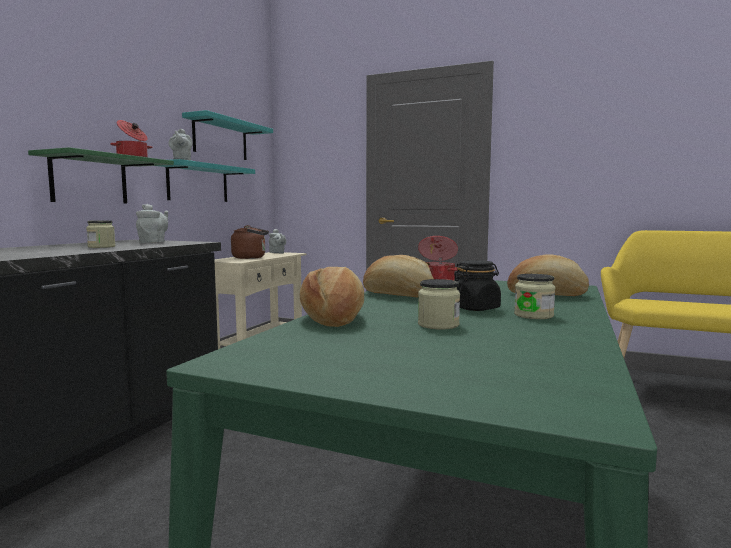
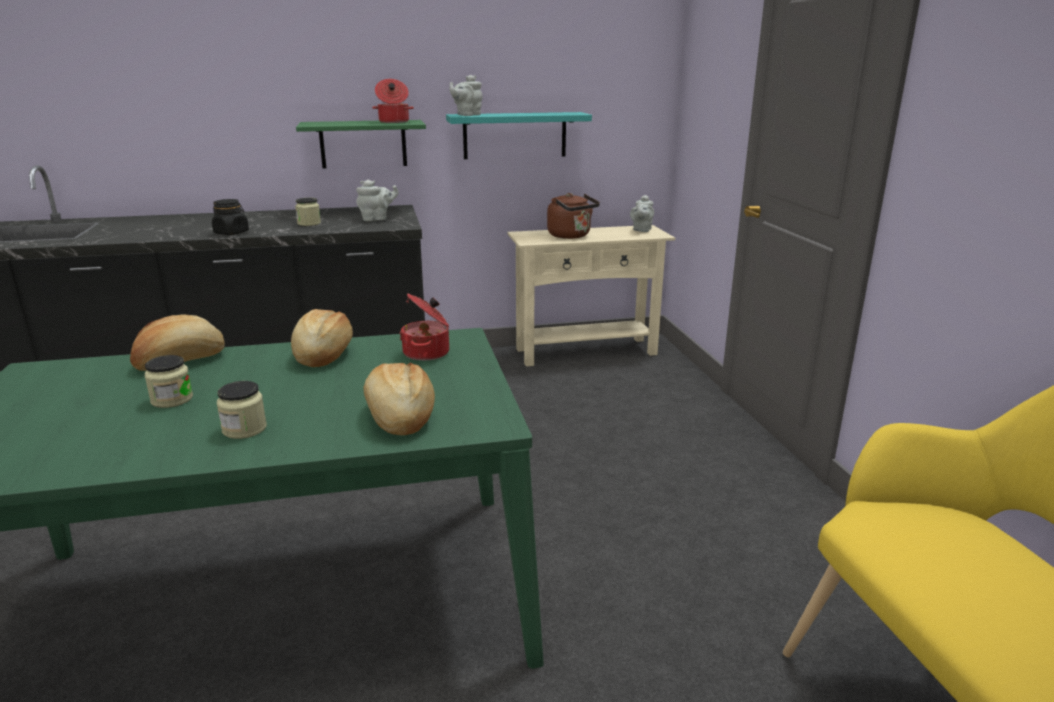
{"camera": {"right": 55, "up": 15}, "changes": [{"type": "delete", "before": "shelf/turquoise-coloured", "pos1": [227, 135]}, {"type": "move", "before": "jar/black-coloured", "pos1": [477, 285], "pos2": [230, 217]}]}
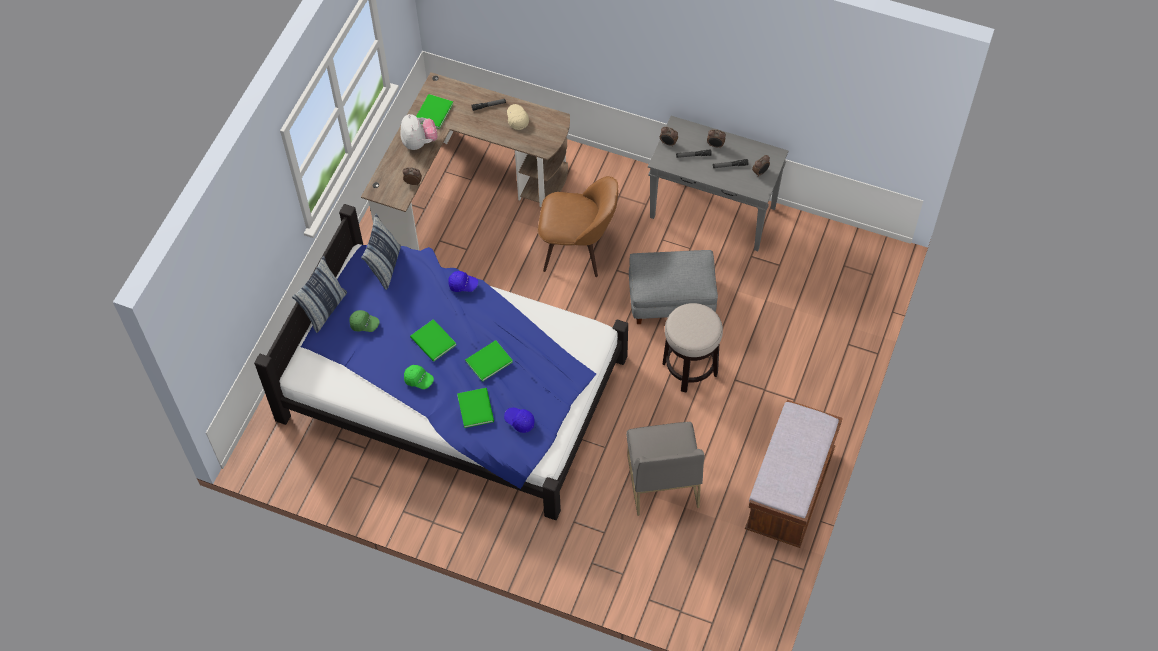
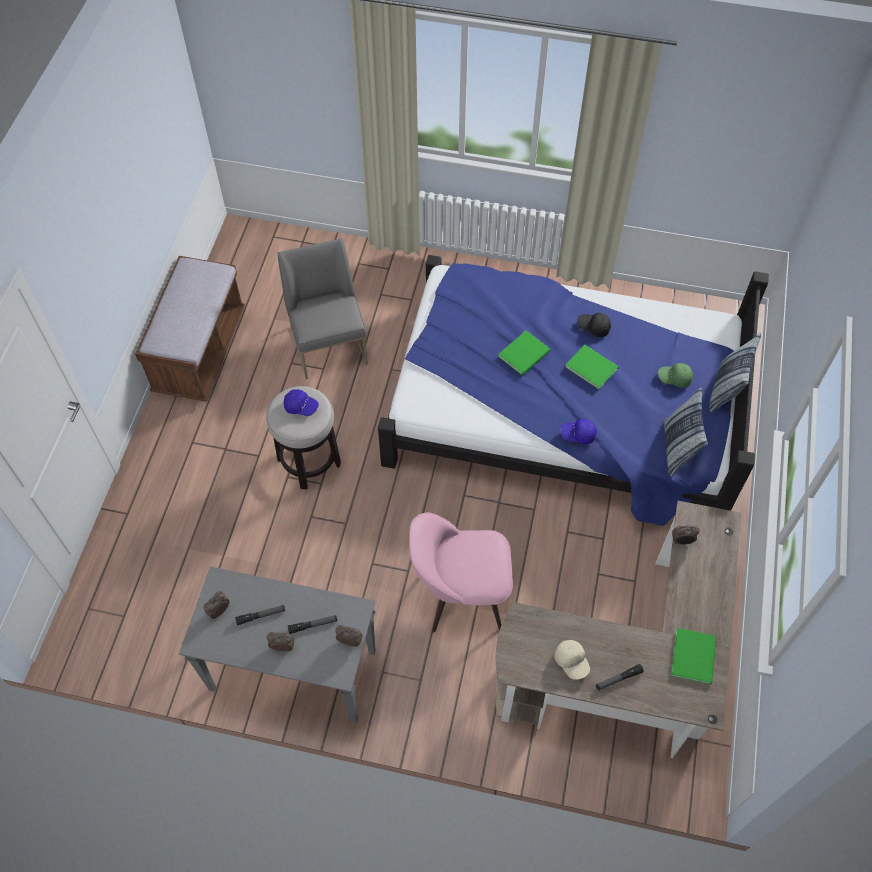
{"camera": {"right": 170, "up": 0}, "changes": [{"type": "delete", "before": "plush toy", "pos1": [419, 132]}, {"type": "recolor", "before": "baseball cap/green", "after": "baseball cap/black-coloured", "pos1": [419, 377], "pos2": [594, 325]}, {"type": "delete", "before": "volume/green", "pos1": [475, 408]}, {"type": "move", "before": "baseball cap/bluish", "pos1": [519, 420], "pos2": [301, 402]}, {"type": "recolor", "before": "chair/brown", "after": "chair/pink", "pos1": [578, 226], "pos2": [461, 572]}, {"type": "delete", "before": "ottoman/gray", "pos1": [673, 287]}]}
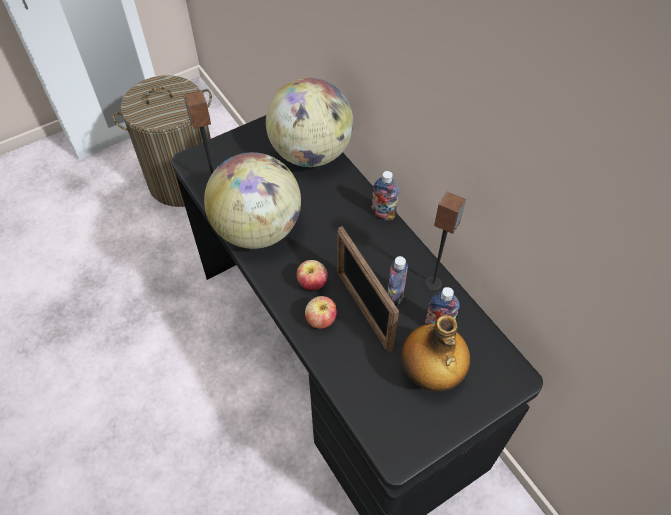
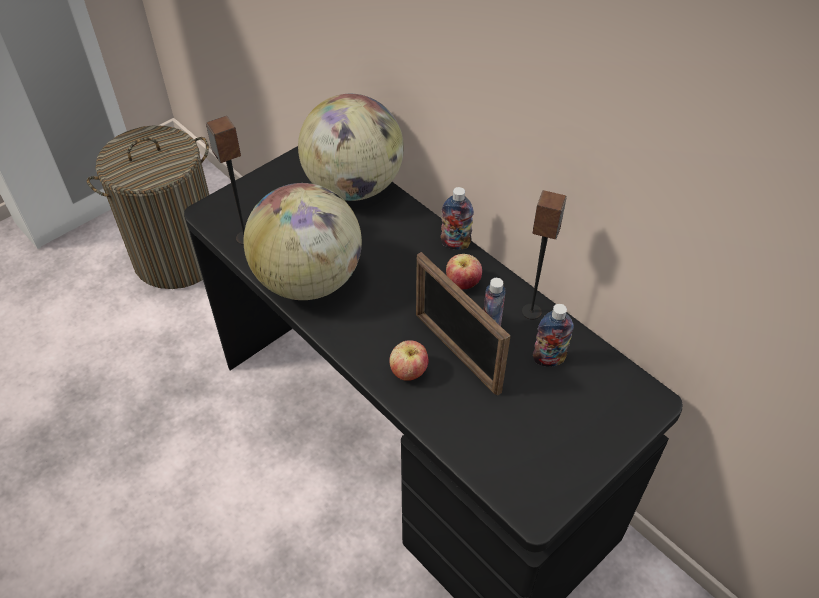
{"camera": {"right": -10, "up": -5}, "changes": [{"type": "move", "before": "apple", "pos1": [312, 275], "pos2": [464, 271]}, {"type": "delete", "before": "drink bottle", "pos1": [435, 353]}]}
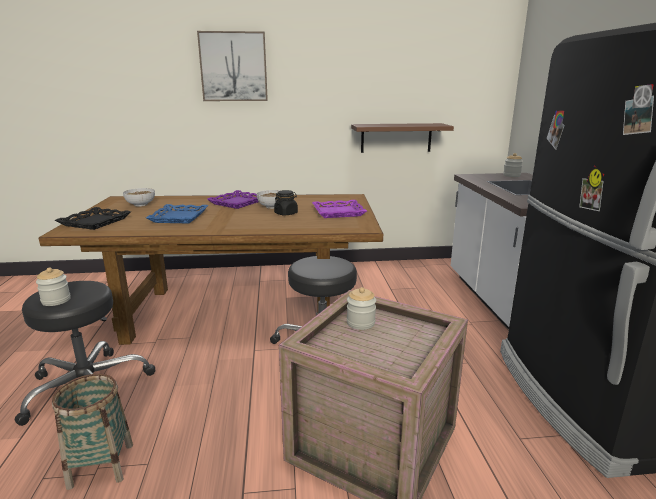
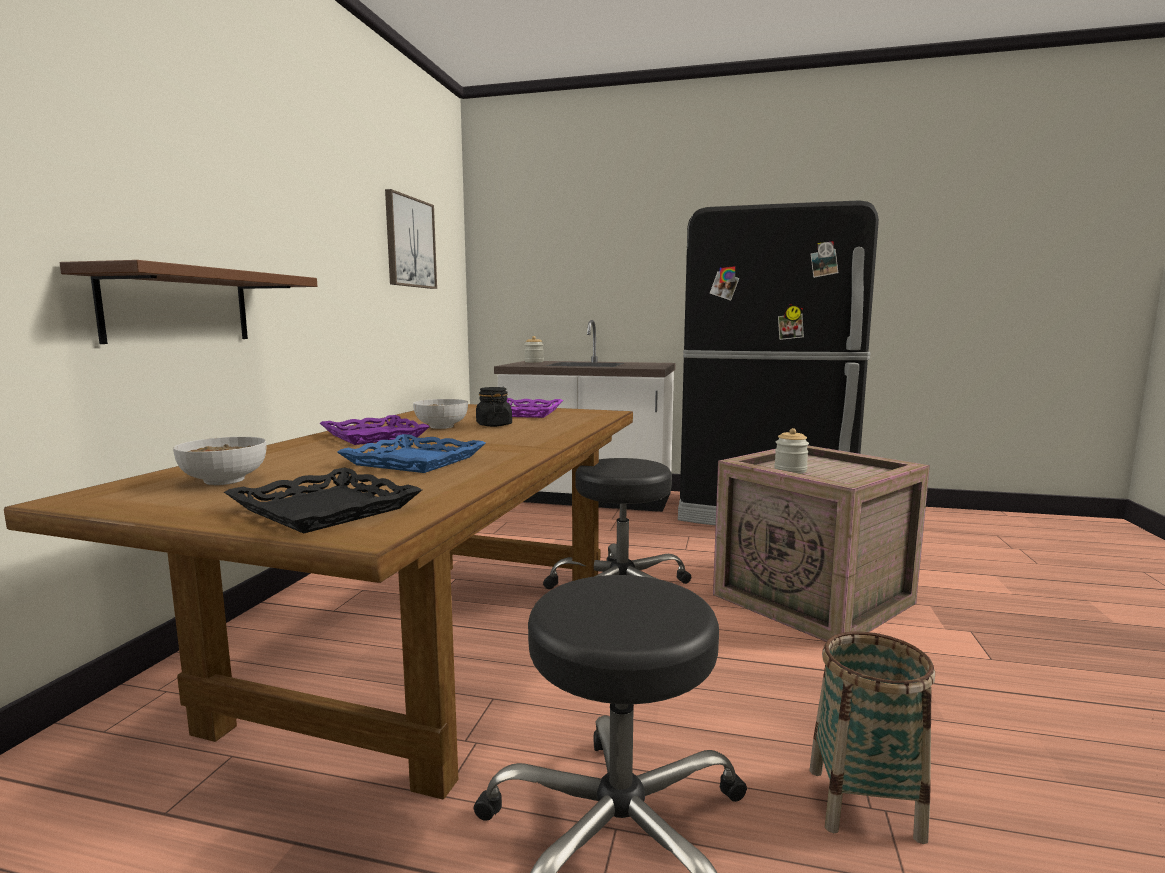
{"camera": {"right": -70, "up": -10}, "changes": [{"type": "delete", "before": "jar", "pos1": [53, 287]}, {"type": "move", "before": "wall art", "pos1": [232, 66], "pos2": [411, 239]}, {"type": "move", "before": "shelf/brown", "pos1": [402, 138], "pos2": [188, 302]}]}
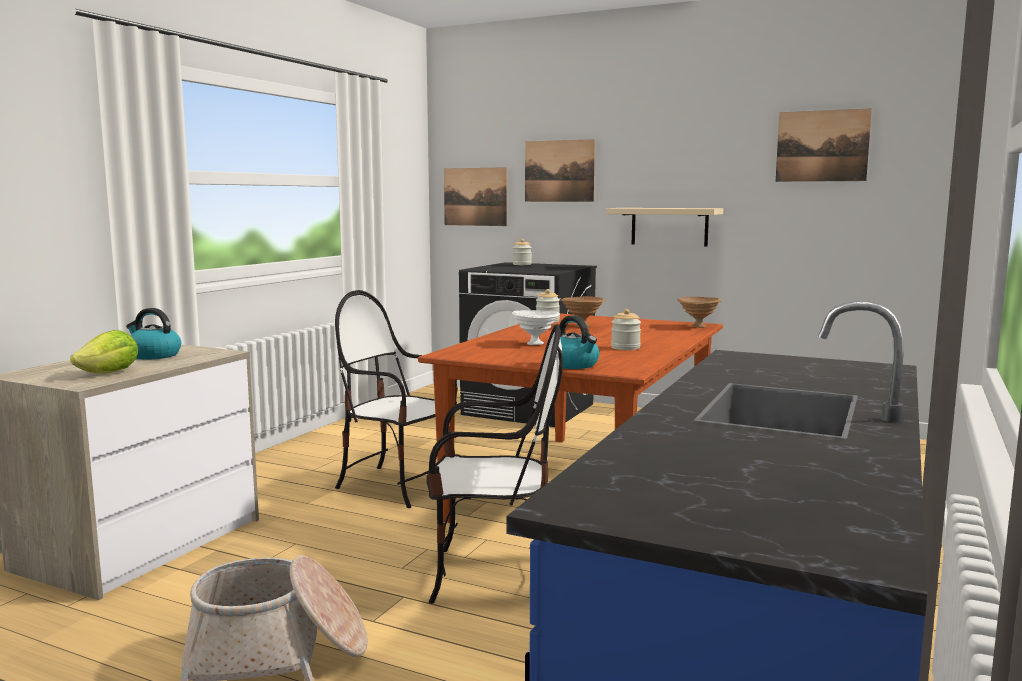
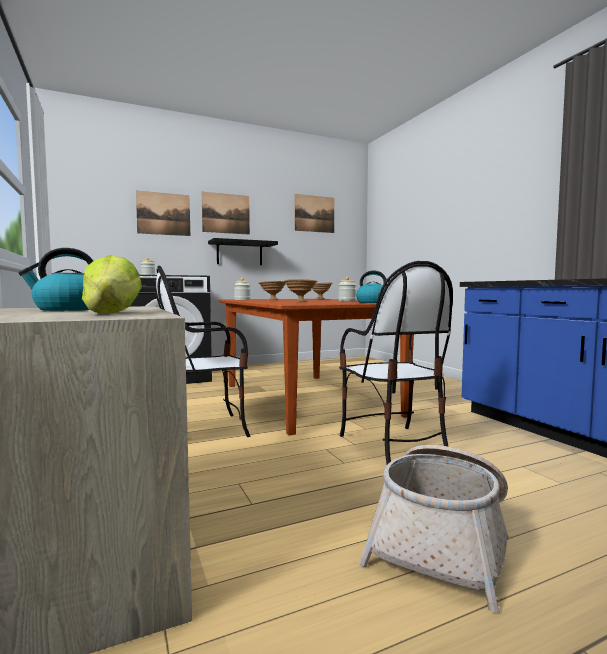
{"camera": {"right": -50, "up": -5}, "changes": [{"type": "rotate", "before": "chair", "pos1": [494, 464], "pos2": [396, 362], "turn": 120}, {"type": "move", "before": "wall art", "pos1": [475, 196], "pos2": [226, 213]}, {"type": "recolor", "before": "bowl/whitish", "after": "bowl/brown", "pos1": [535, 327], "pos2": [300, 290]}, {"type": "recolor", "before": "shelf/beige-coloured", "after": "shelf/black-coloured", "pos1": [664, 227], "pos2": [243, 251]}]}
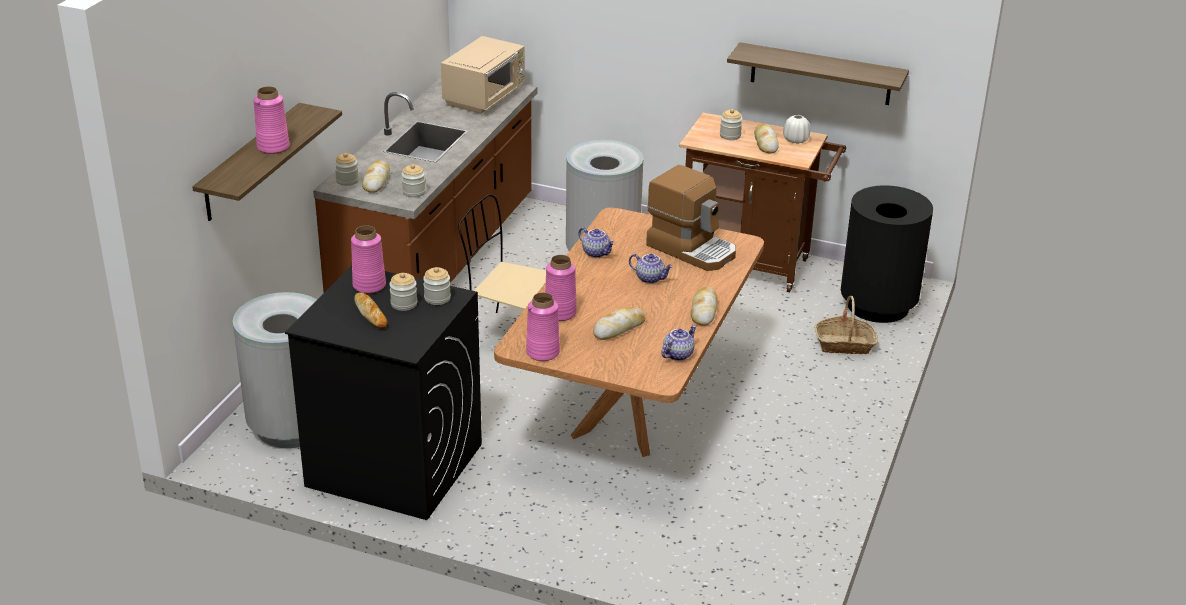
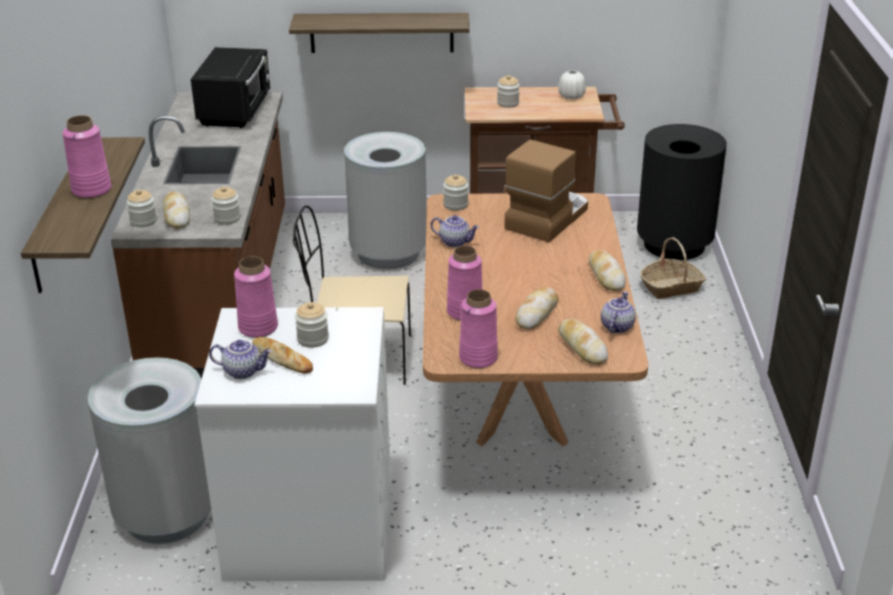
{"camera": {"right": -20, "up": 0}, "changes": [{"type": "recolor", "before": "laundry machine/black-coloured", "after": "laundry machine/whitish", "pos1": [383, 392], "pos2": [292, 444]}, {"type": "move", "before": "jar", "pos1": [437, 286], "pos2": [455, 192]}, {"type": "recolor", "before": "microwave/beige-coloured", "after": "microwave/black-coloured", "pos1": [483, 75], "pos2": [230, 87]}, {"type": "move", "before": "pot for tea", "pos1": [651, 269], "pos2": [240, 359]}, {"type": "rotate", "before": "coffee machine", "pos1": [691, 218], "pos2": [546, 191], "turn": -75}, {"type": "move", "before": "shelf", "pos1": [818, 73], "pos2": [379, 33]}, {"type": "move", "before": "baked bread", "pos1": [766, 138], "pos2": [583, 341]}]}
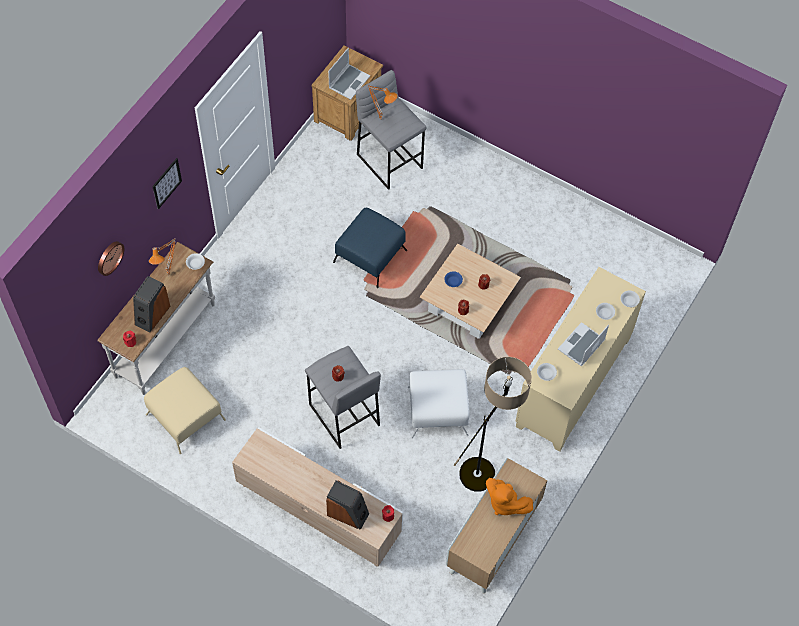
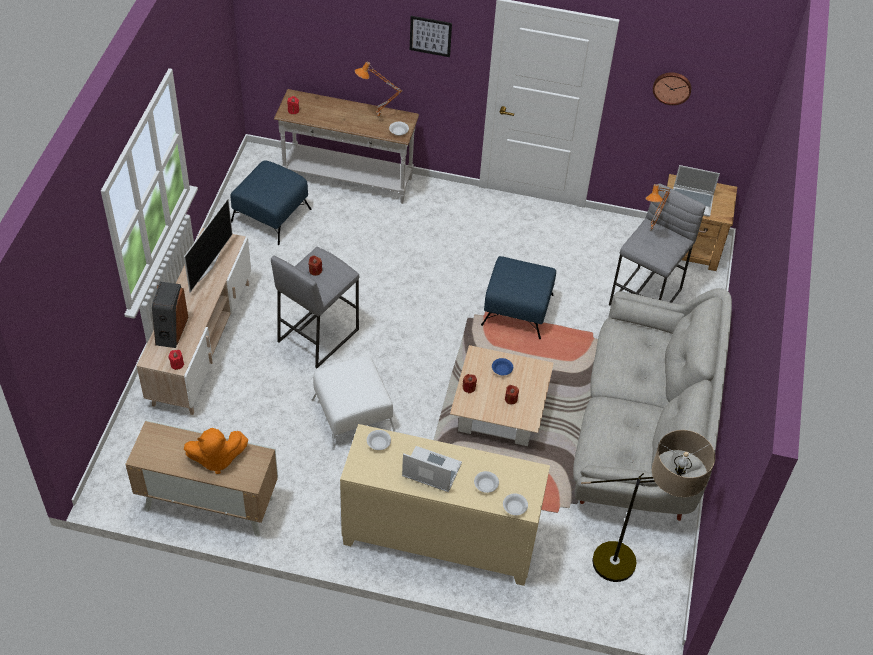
{"camera": {"right": 70, "up": -10}, "changes": [{"type": "move", "before": "hanging clock", "pos1": [111, 258], "pos2": [672, 88]}, {"type": "delete", "before": "loudspeaker", "pos1": [152, 304]}, {"type": "recolor", "before": "ottoman/beige-coloured", "after": "ottoman/bluish", "pos1": [185, 410], "pos2": [271, 202]}, {"type": "move", "before": "standard lamp", "pos1": [493, 424], "pos2": [648, 506]}, {"type": "rotate", "before": "plush toy/orange", "pos1": [509, 496], "pos2": [216, 451], "turn": -120}, {"type": "insert", "after": "TV set", "pos2": [208, 245]}, {"type": "insert", "after": "sofa/gray", "pos2": [652, 404]}]}
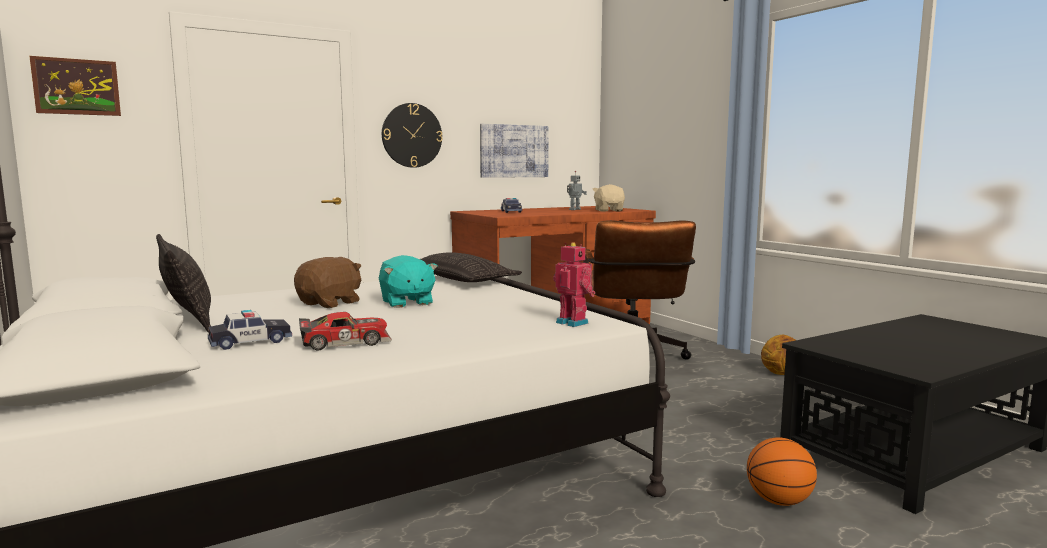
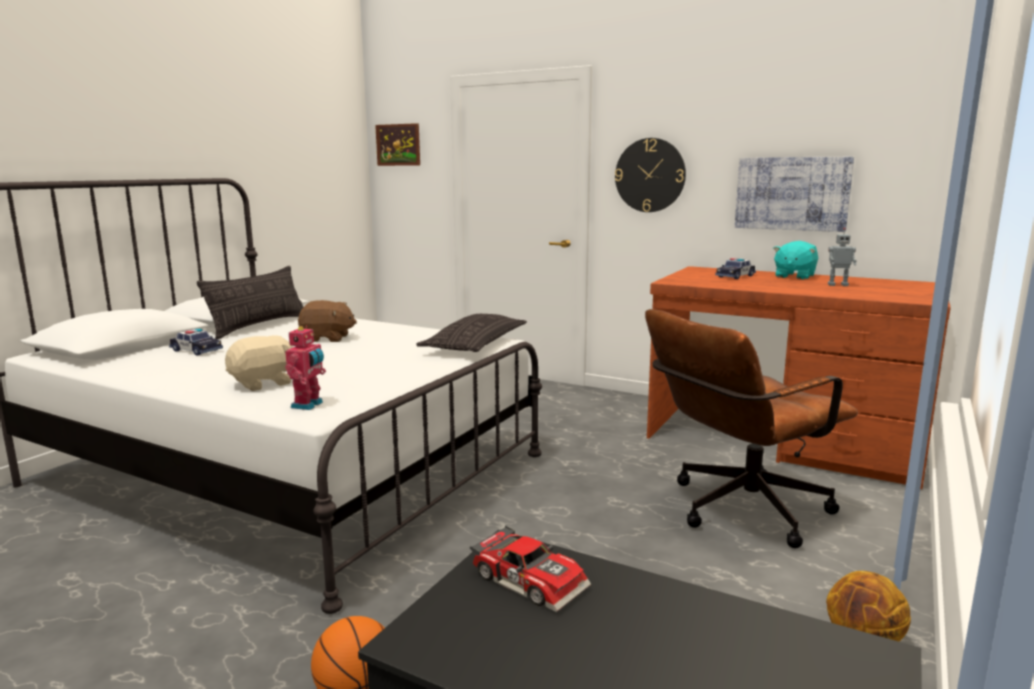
{"camera": {"right": 60, "up": 5}, "changes": [{"type": "move", "before": "toy car", "pos1": [345, 331], "pos2": [530, 568]}, {"type": "move", "before": "plush toy/turquoise-coloured", "pos1": [408, 281], "pos2": [795, 260]}, {"type": "move", "before": "plush toy/beige-coloured", "pos1": [608, 198], "pos2": [259, 363]}]}
